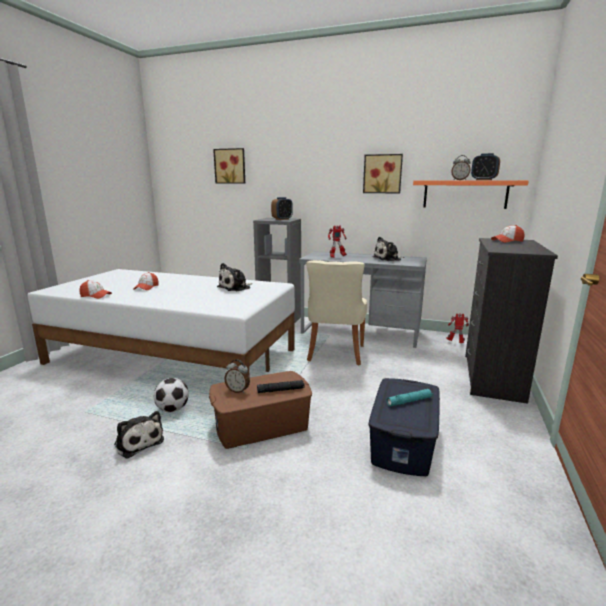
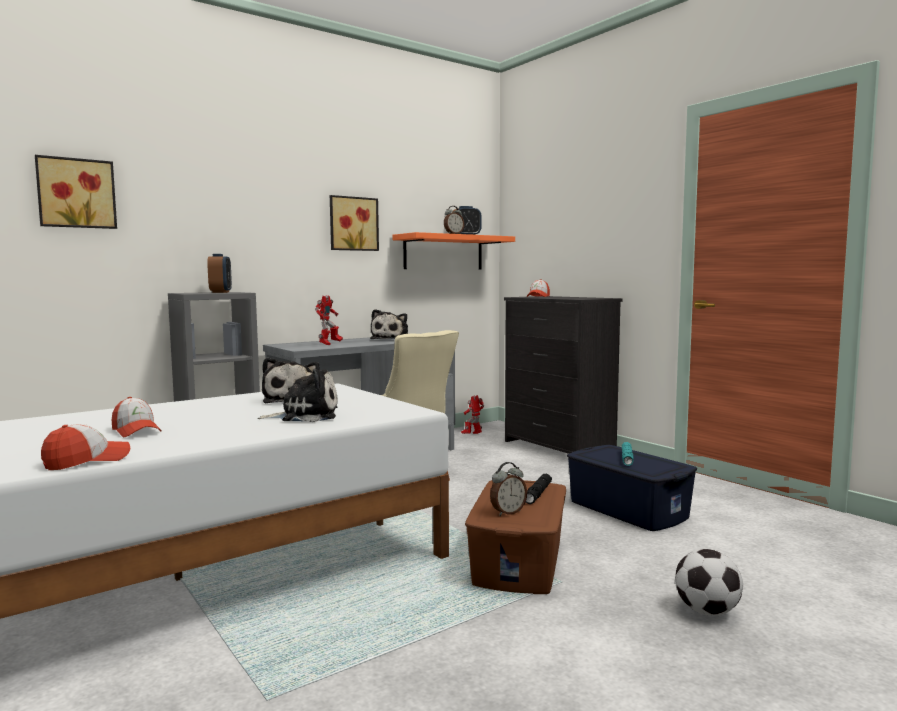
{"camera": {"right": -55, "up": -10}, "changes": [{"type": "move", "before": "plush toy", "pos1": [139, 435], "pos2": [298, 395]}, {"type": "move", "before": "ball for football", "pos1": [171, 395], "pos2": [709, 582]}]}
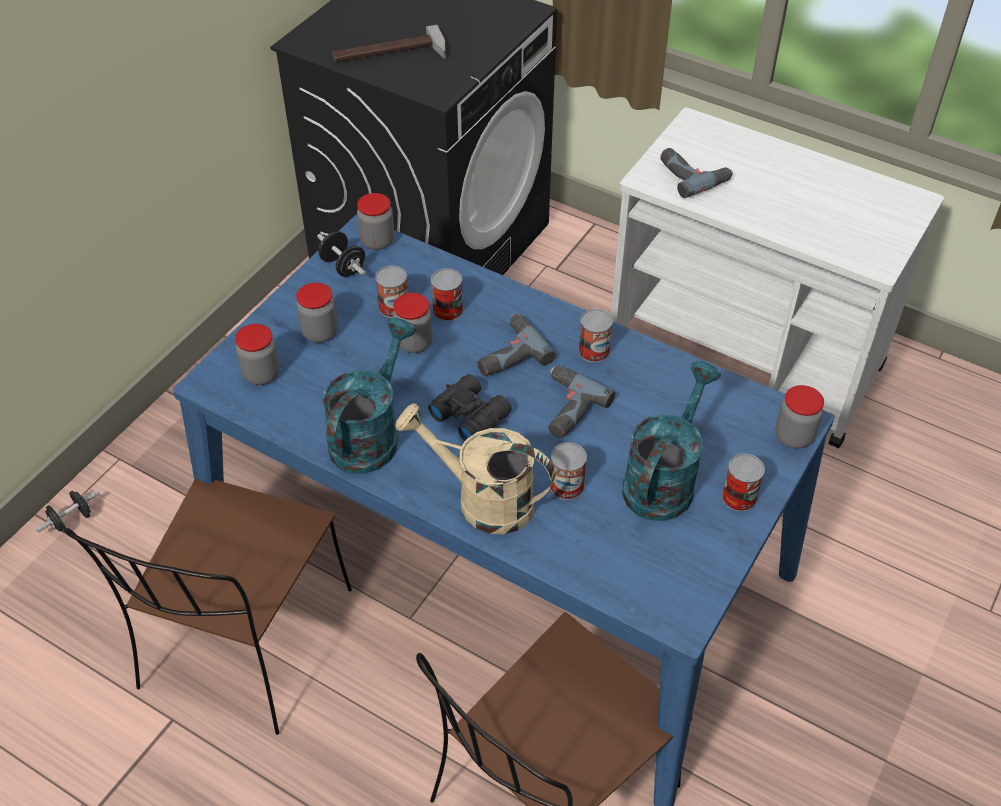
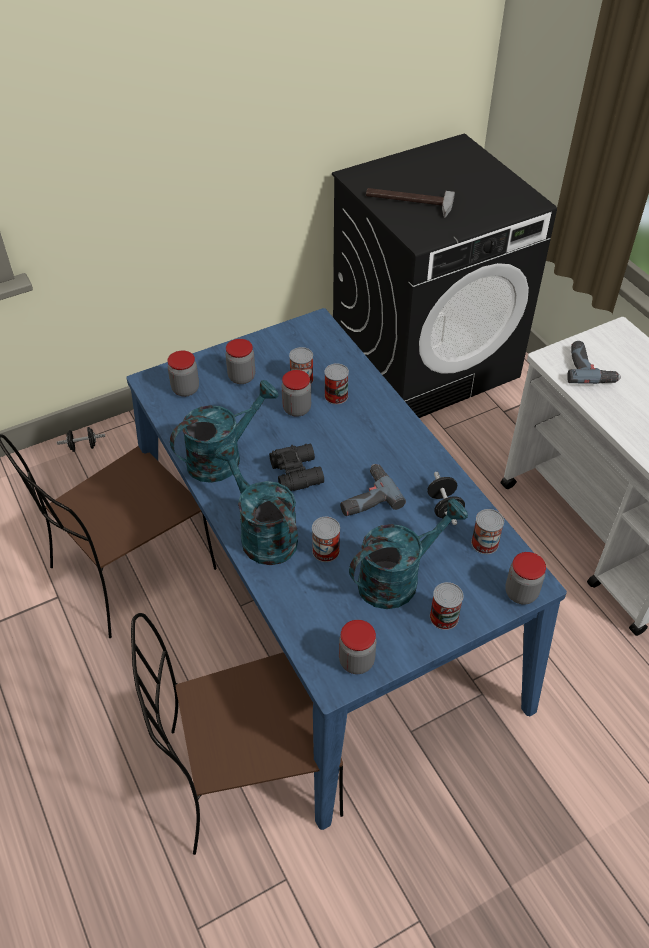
{"camera": {"right": 30, "up": 0}, "changes": [{"type": "move", "before": "dumbbell/black-coloured", "pos1": [341, 254], "pos2": [446, 498]}, {"type": "move", "before": "jar", "pos1": [375, 221], "pos2": [358, 647]}, {"type": "recolor", "before": "watering pot/beige-coloured", "after": "watering pot/turquoise-coloured", "pos1": [475, 468], "pos2": [256, 503]}, {"type": "delete", "before": "electric drill", "pos1": [516, 345]}, {"type": "move", "before": "sealed can", "pos1": [595, 336], "pos2": [487, 531]}]}
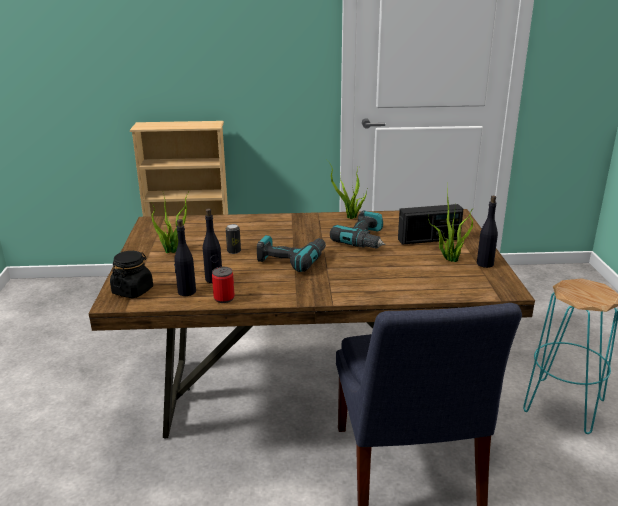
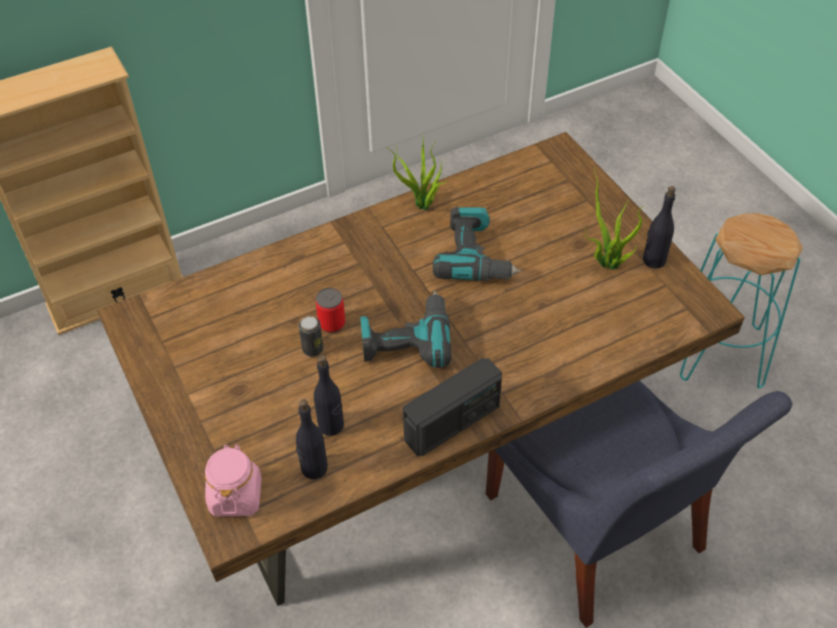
{"camera": {"right": -25, "up": 25}, "changes": [{"type": "recolor", "before": "jar/black-coloured", "after": "jar/pink", "pos1": [131, 274], "pos2": [233, 480]}, {"type": "delete", "before": "plant in a pot", "pos1": [171, 221]}, {"type": "move", "before": "sealed can", "pos1": [223, 285], "pos2": [330, 310]}, {"type": "move", "before": "radio set", "pos1": [430, 224], "pos2": [452, 407]}]}
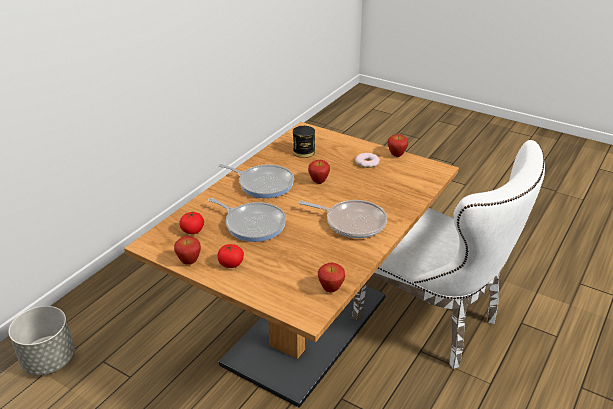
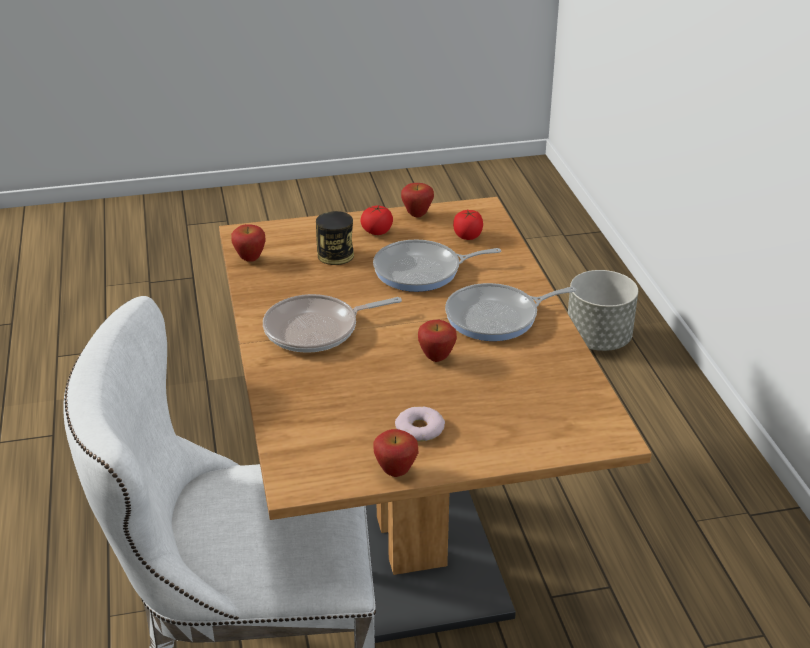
{"camera": {"right": 135, "up": 0}, "changes": [{"type": "move", "before": "sealed can", "pos1": [304, 142], "pos2": [335, 238]}]}
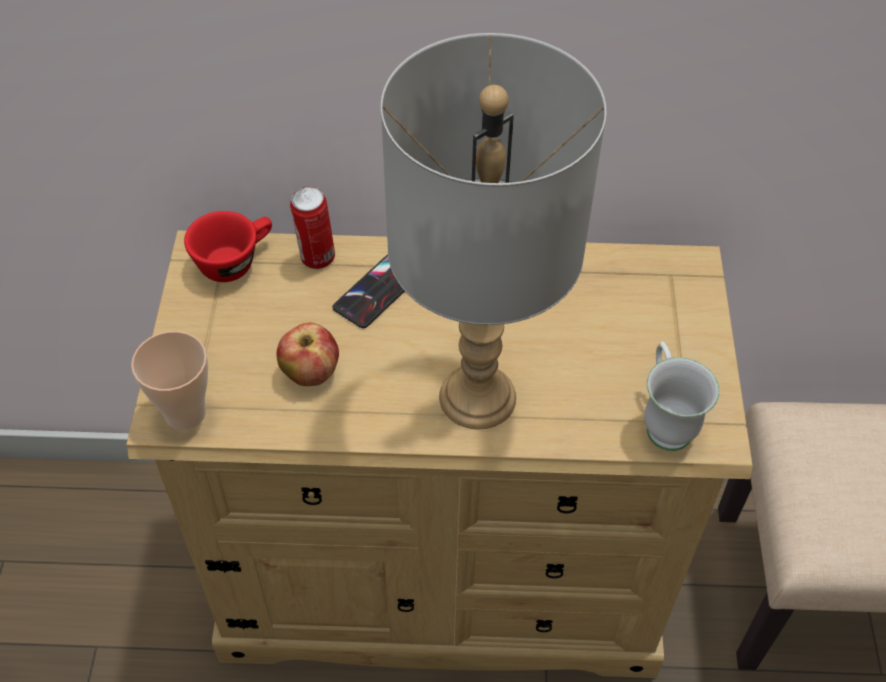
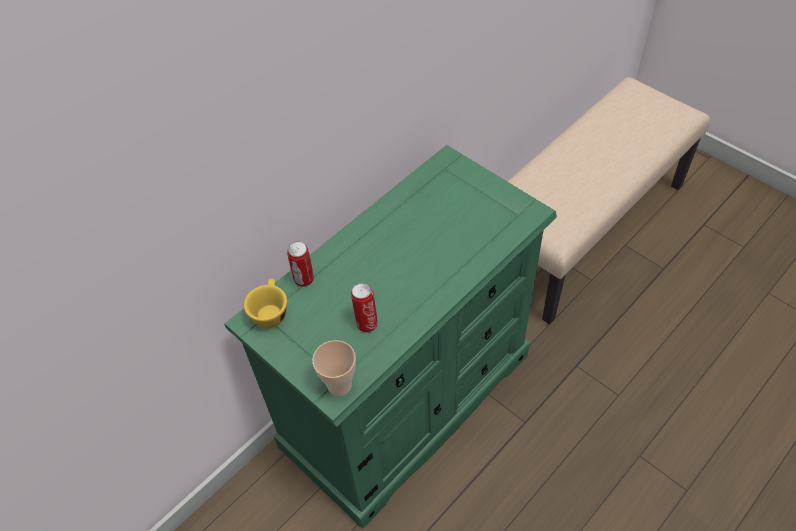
{"camera": {"right": -45, "up": 0}, "changes": [{"type": "recolor", "before": "dresser/beige-coloured", "after": "dresser/green", "pos1": [439, 454], "pos2": [390, 337]}, {"type": "recolor", "before": "small cup/reddish", "after": "small cup/yellow", "pos1": [228, 246], "pos2": [265, 303]}, {"type": "replace", "before": "apple", "after": "sealed can", "pos1": [307, 354], "pos2": [364, 307]}, {"type": "delete", "before": "handset", "pos1": [368, 291]}, {"type": "delete", "before": "lamp for a table/gray", "pos1": [493, 231]}, {"type": "delete", "before": "mug/whitish", "pos1": [682, 396]}]}
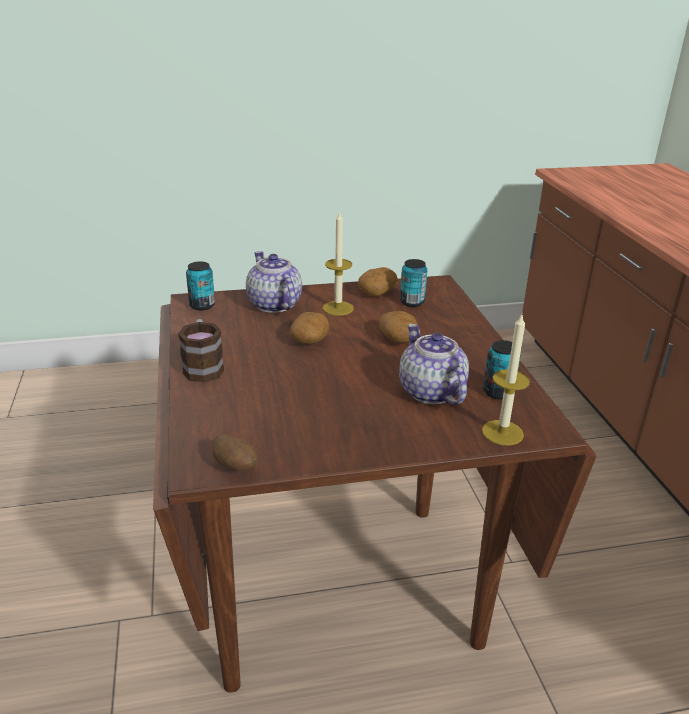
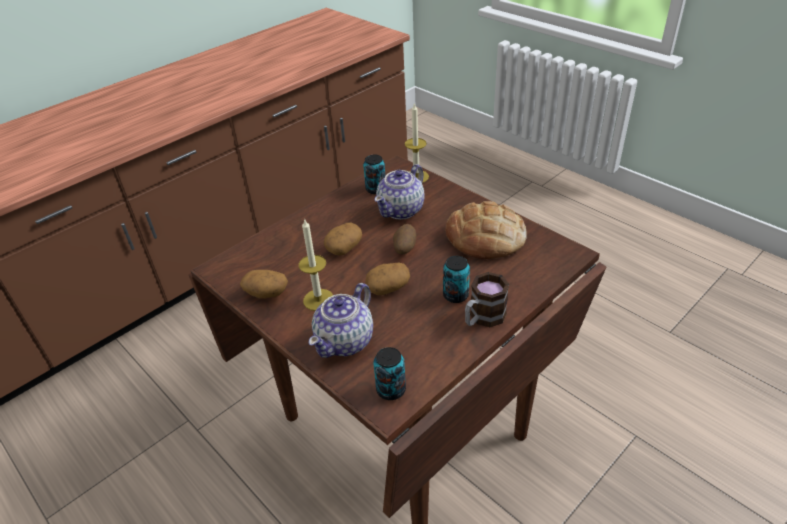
{"camera": {"right": -120, "up": 10}, "changes": [{"type": "move", "before": "whole potato", "pos1": [235, 452], "pos2": [404, 239]}, {"type": "move", "before": "sealed can", "pos1": [413, 283], "pos2": [456, 279]}, {"type": "insert", "after": "baked bread", "pos2": [486, 230]}]}
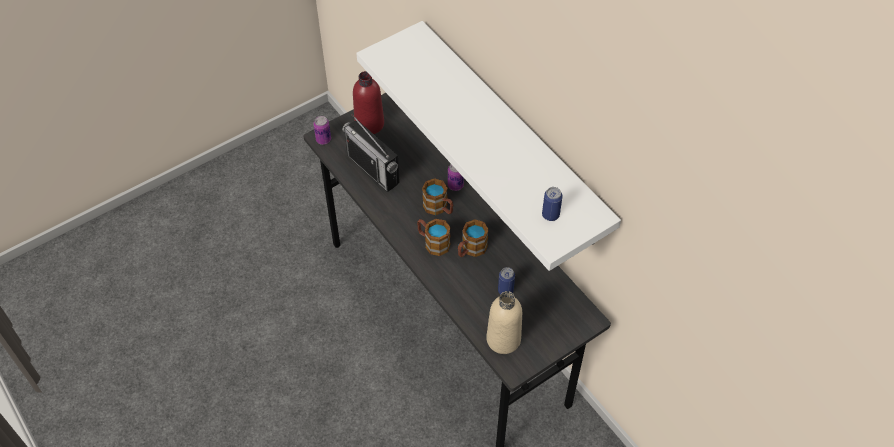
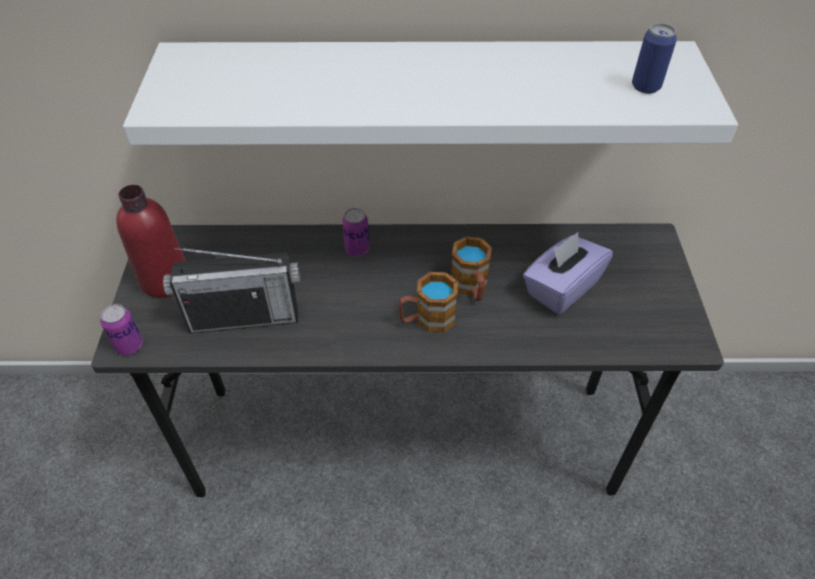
{"camera": {"right": -55, "up": -5}, "changes": [{"type": "delete", "before": "mug", "pos1": [437, 196]}, {"type": "delete", "before": "drink bottle/beige-coloured", "pos1": [504, 322]}, {"type": "replace", "before": "sealed can", "after": "tissue holder/purplish", "pos1": [506, 280], "pos2": [568, 273]}]}
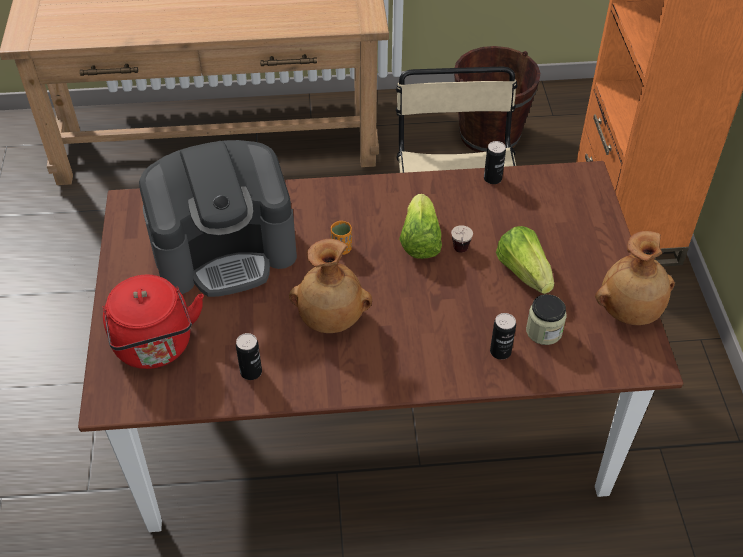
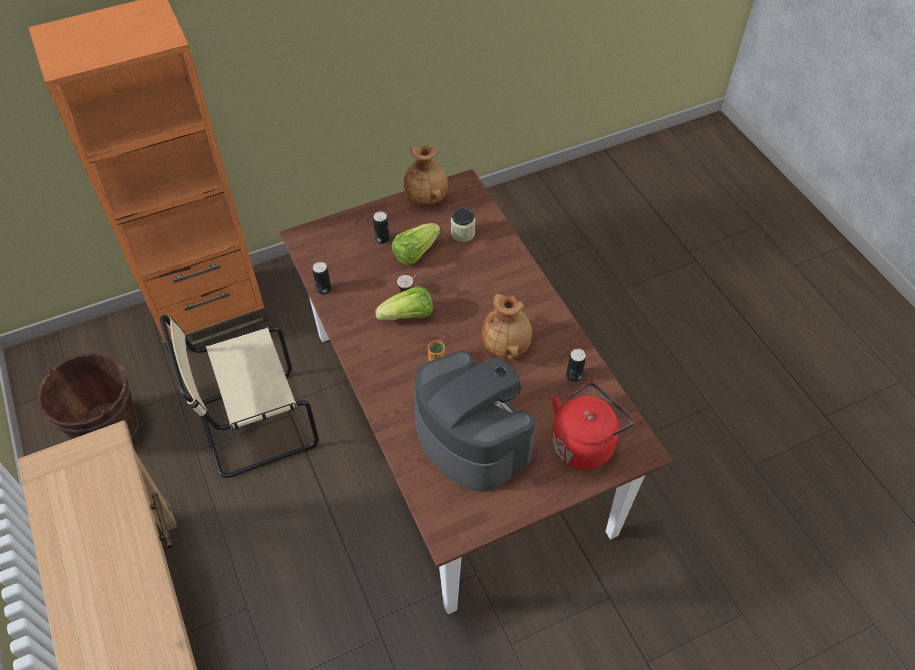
{"camera": {"right": -110, "up": 5}, "changes": [{"type": "move", "before": "sealed can", "pos1": [503, 336], "pos2": [381, 227]}]}
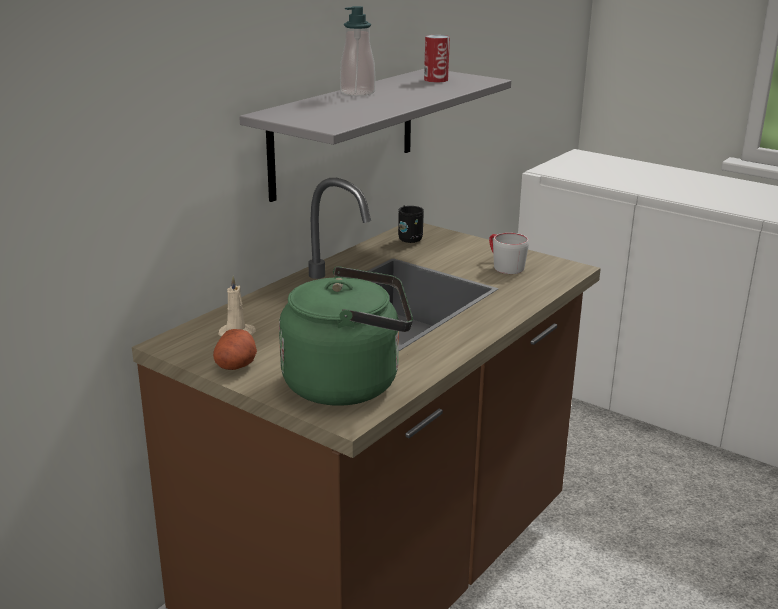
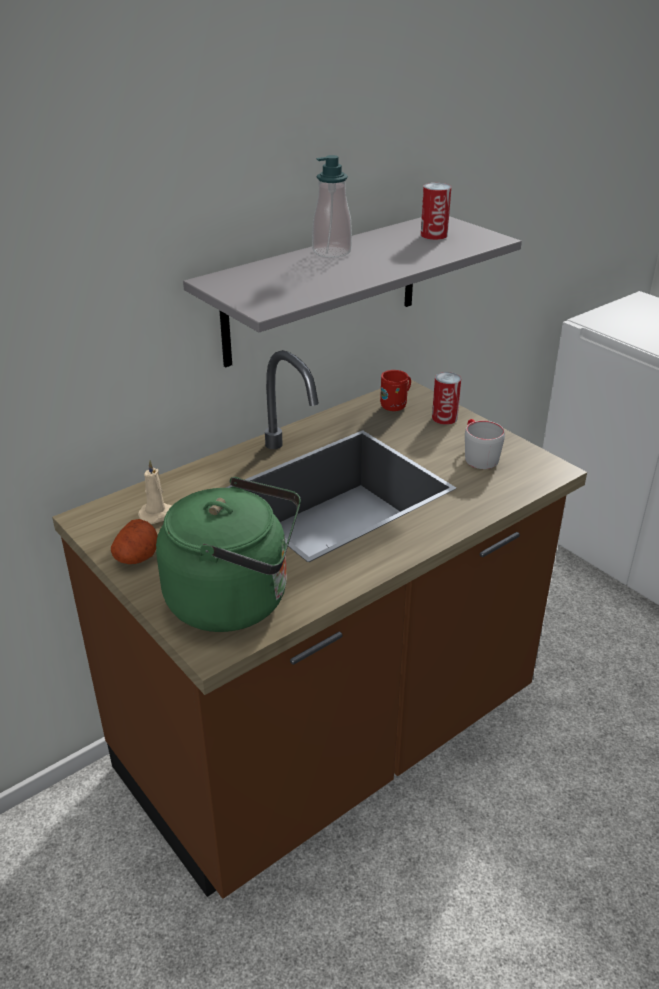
{"camera": {"right": 15, "up": 10}, "changes": [{"type": "recolor", "before": "mug/black-coloured", "after": "mug/reddish", "pos1": [411, 224], "pos2": [395, 390]}, {"type": "insert", "after": "sealed can", "pos2": [446, 398]}]}
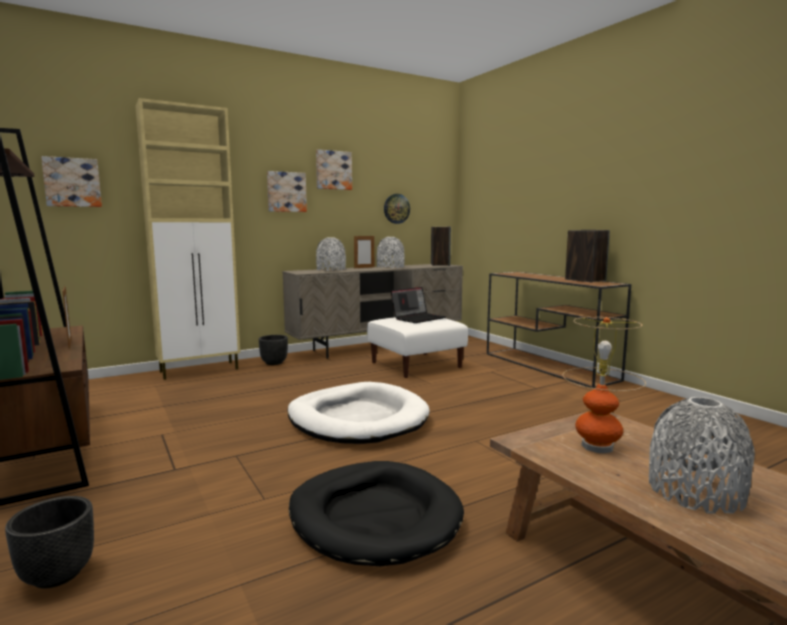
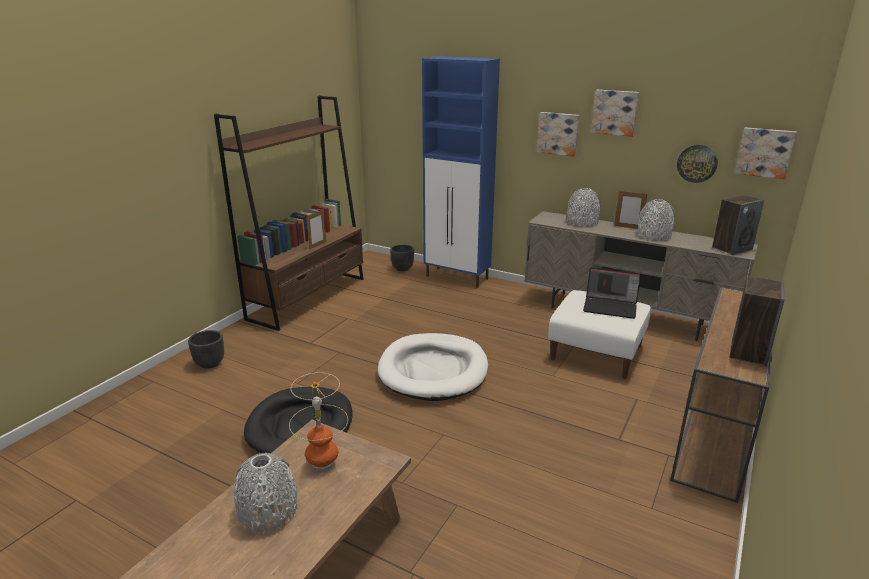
{"camera": {"right": 60, "up": 15}, "changes": [{"type": "move", "before": "wall art", "pos1": [71, 181], "pos2": [766, 153]}, {"type": "recolor", "before": "cabinet/beige-coloured", "after": "cabinet/bluish", "pos1": [187, 239], "pos2": [461, 172]}, {"type": "move", "before": "plant pot/black-coloured", "pos1": [273, 350], "pos2": [402, 257]}]}
